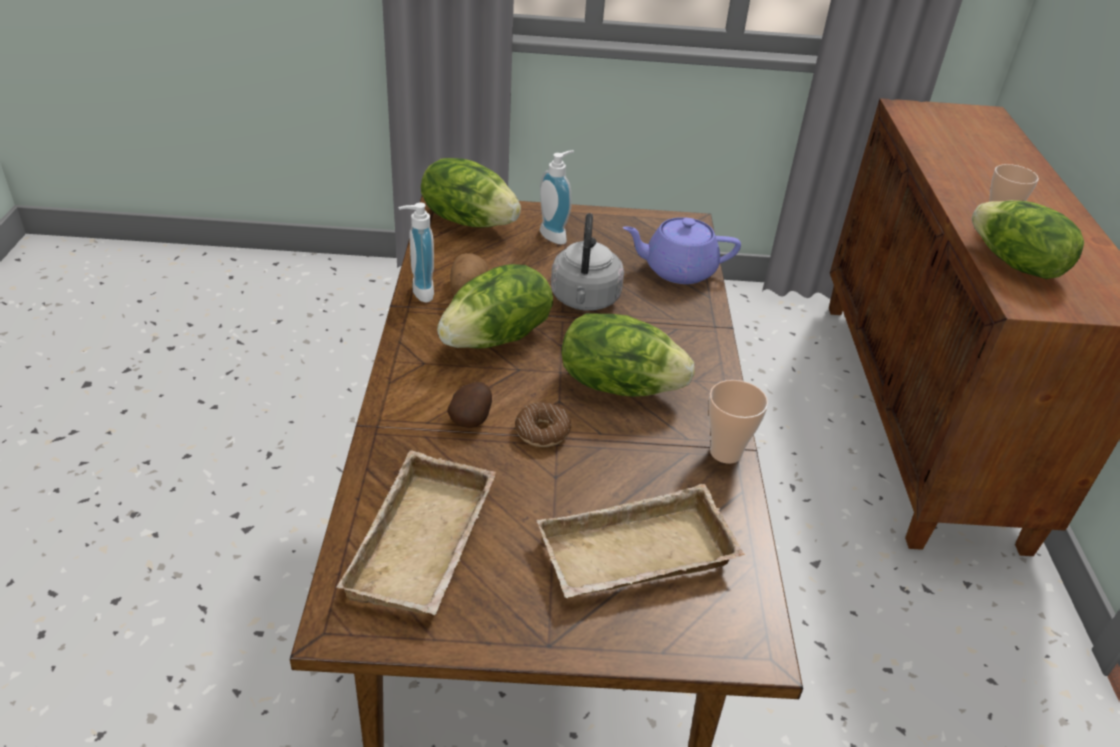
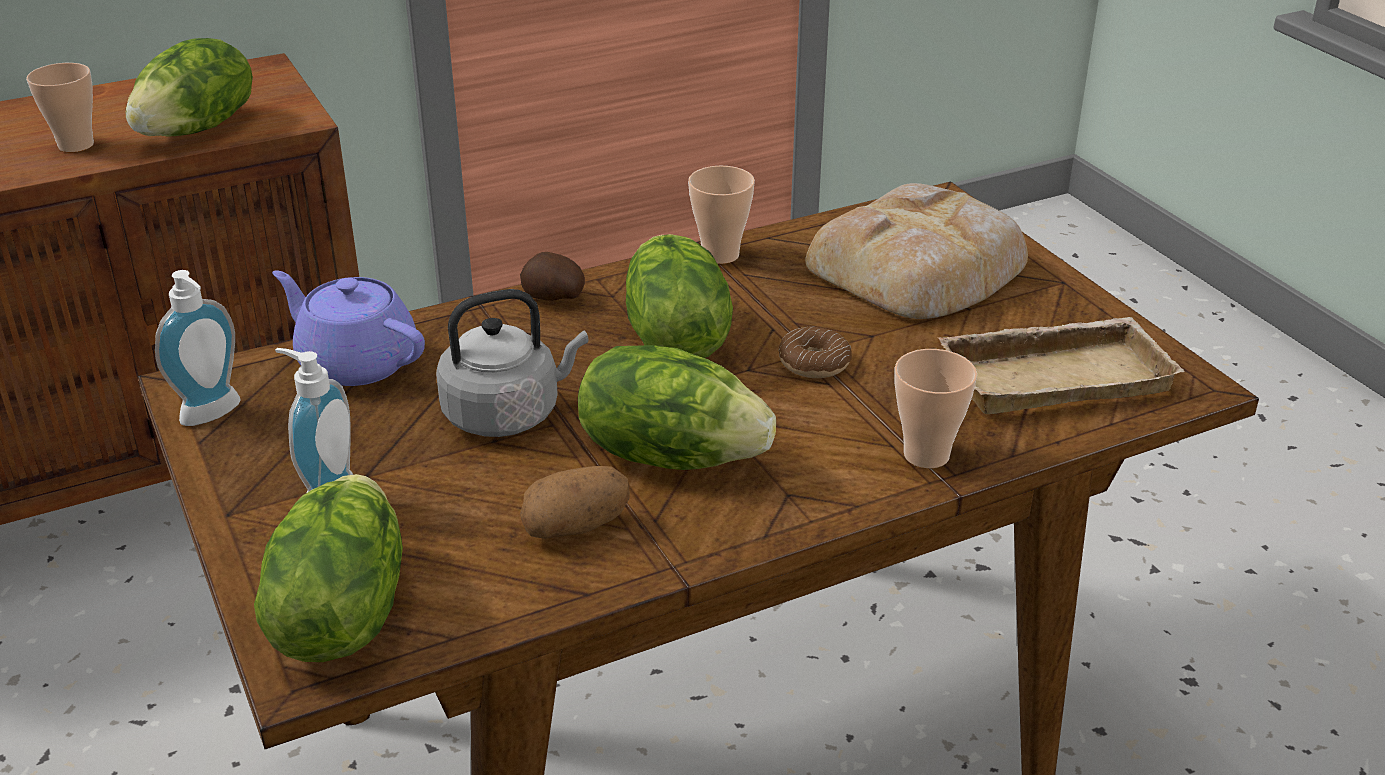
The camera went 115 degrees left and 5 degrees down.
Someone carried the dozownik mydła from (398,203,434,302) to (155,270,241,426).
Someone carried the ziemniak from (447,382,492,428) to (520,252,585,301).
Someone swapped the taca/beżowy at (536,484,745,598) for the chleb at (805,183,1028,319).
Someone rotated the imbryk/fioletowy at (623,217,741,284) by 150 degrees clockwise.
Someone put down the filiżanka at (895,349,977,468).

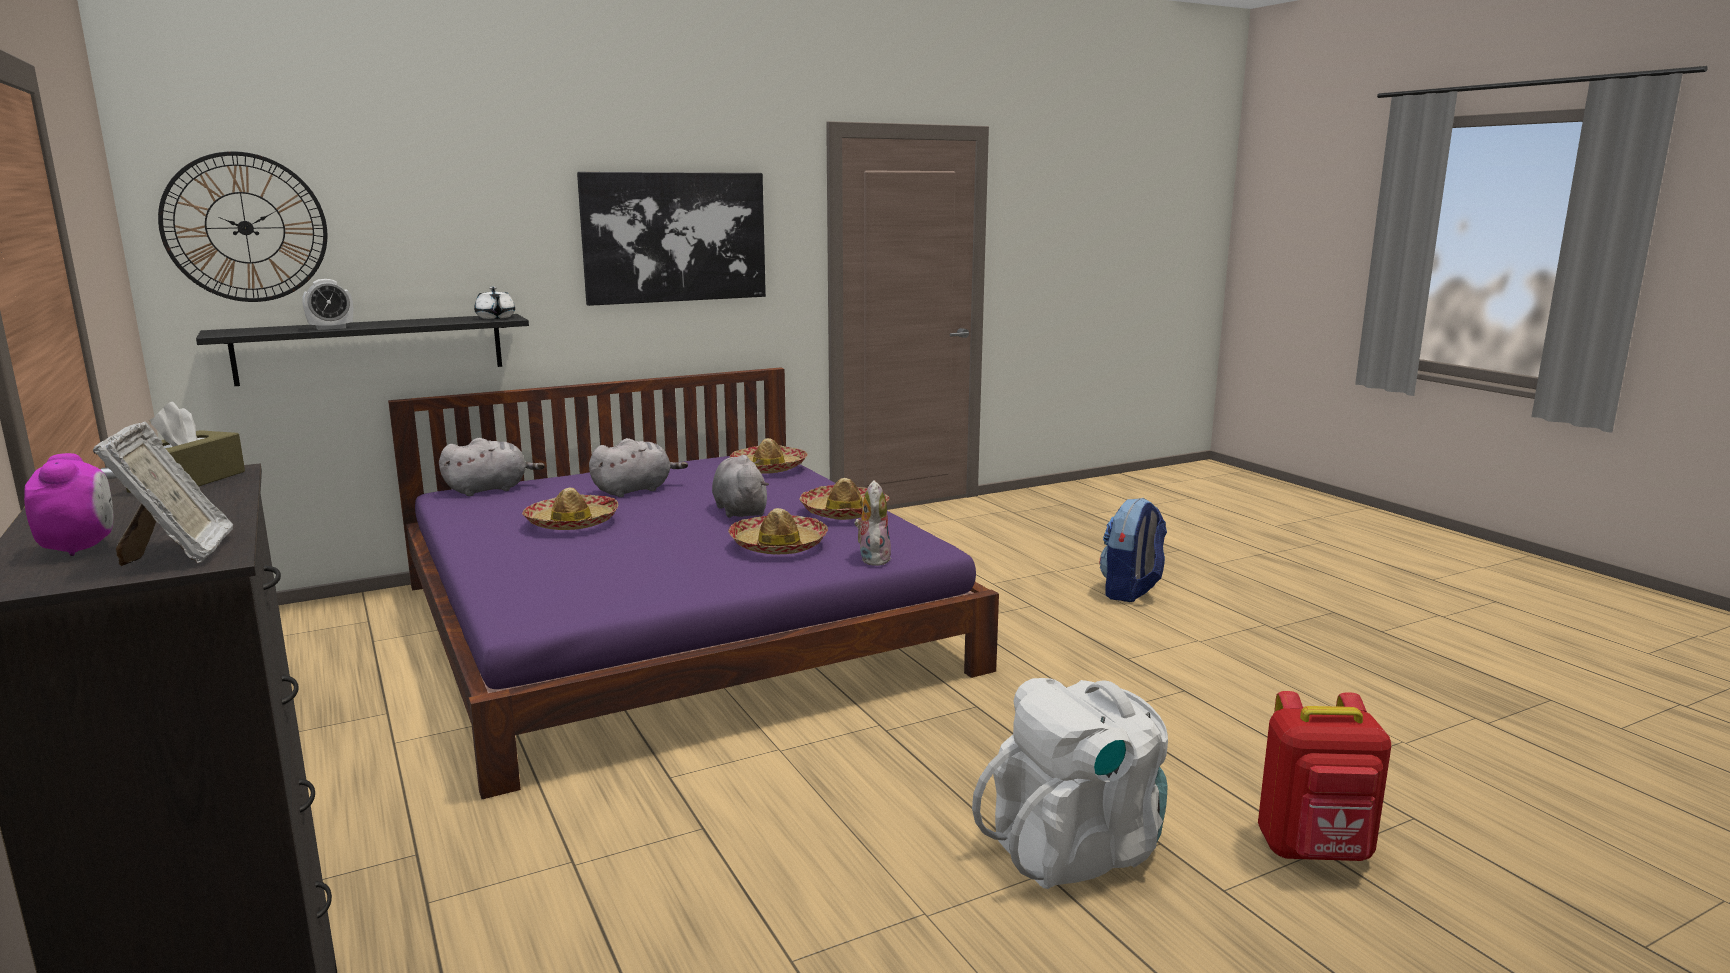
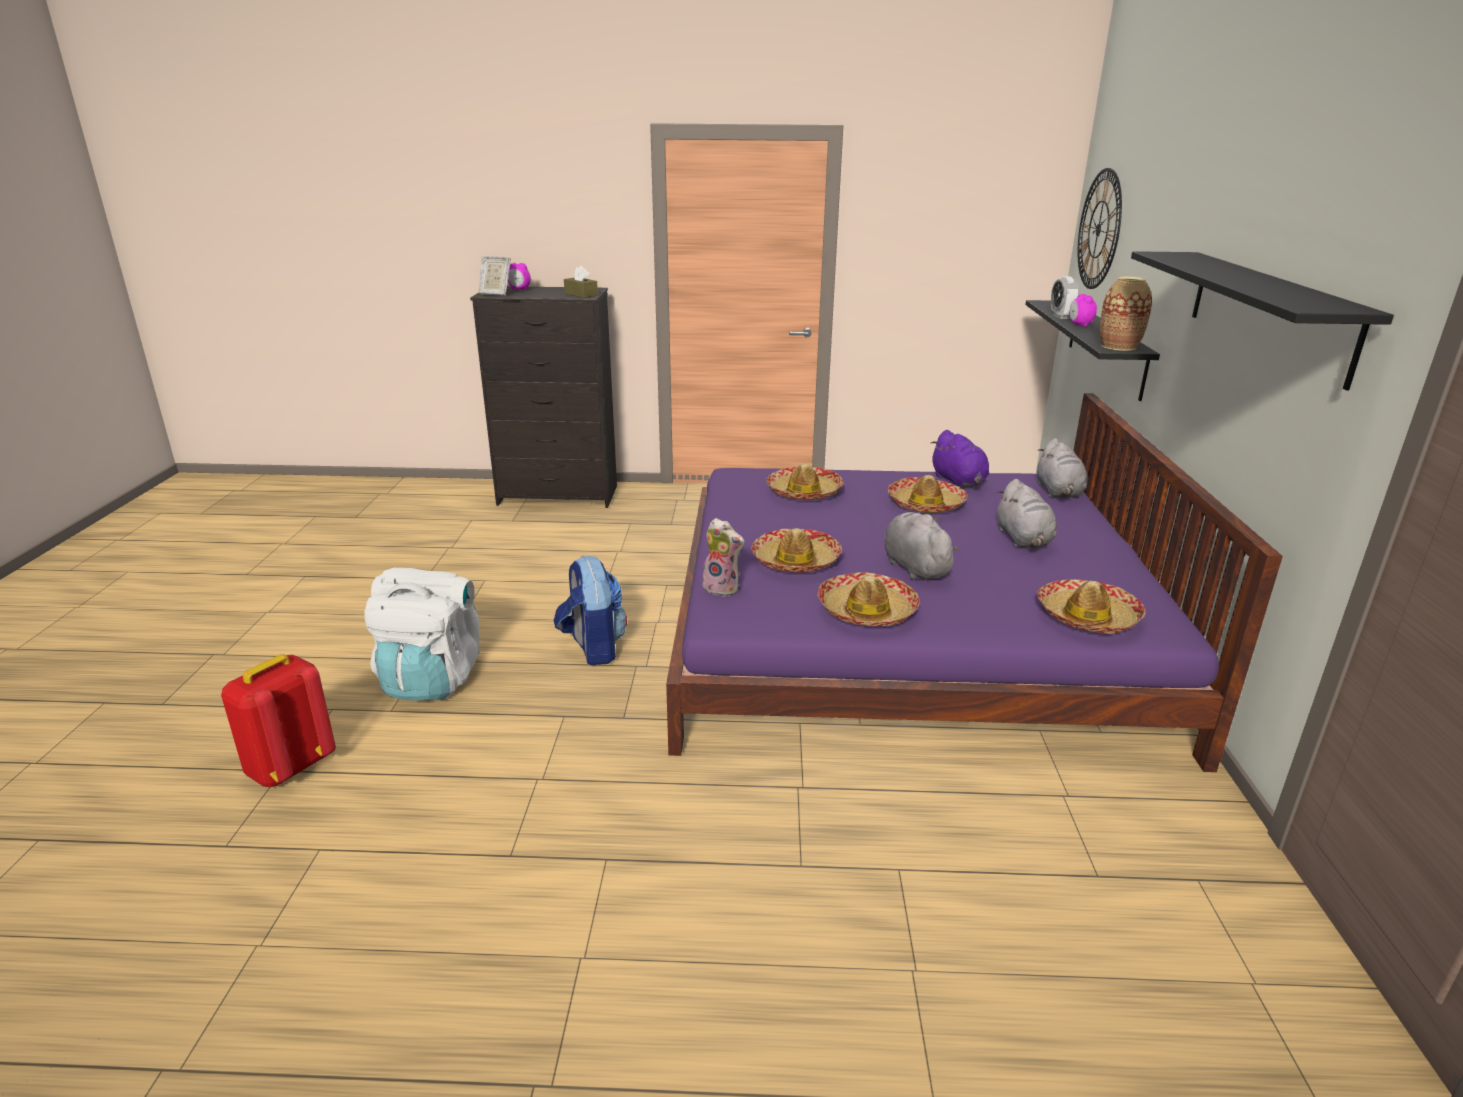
The camera went 120 degrees right and 10 degrees up.
Someone swapped the imbryk/biały at (474,287,515,319) for the wazon at (1100,276,1152,351).
Someone swapped the obraz at (577,172,766,306) for the półka/czarny at (1131,251,1394,390).
Someone rotated the pluszak/szary at (712,455,769,518) by 120 degrees counterclockwise.
Someone carried the plecak from (1100,498,1167,602) to (554,556,627,665).
Someone put down the kapelusz at (766,464,844,500).
Someone put down the pluszak/fioletowy at (930,430,989,487).
Someone put down the budzik at (1069,294,1097,327).

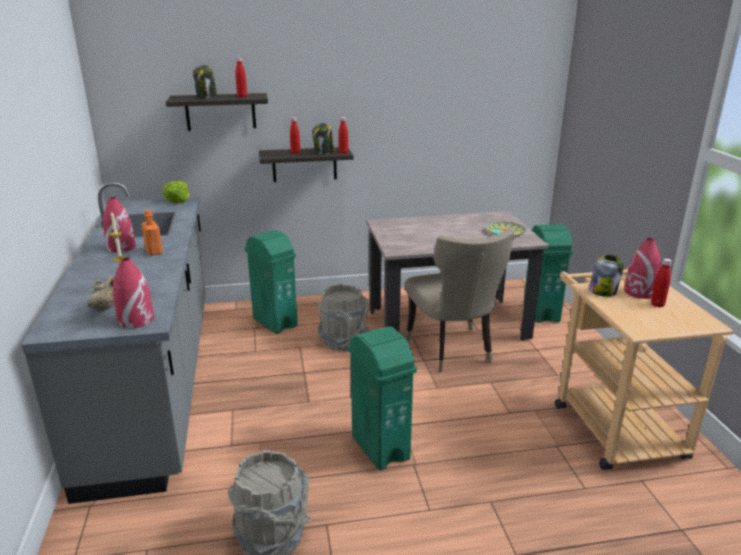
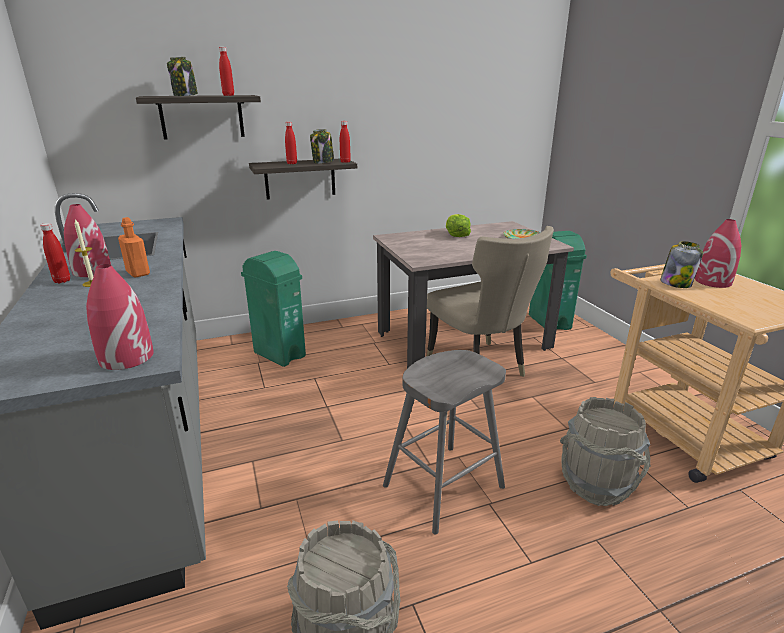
The camera went 10 degrees left and 0 degrees up.
Someone took away the imbryk/beżowy at (87,276,114,312).
Someone carried the sałata from (163,181,190,203) to (446,214,471,237).
Someone carried the wiadro/szary from (318,283,368,352) to (560,397,651,506).
Someone swapped the kosz na śmieci/zielony at (348,326,417,471) for the stołek/szary at (383,350,506,534).
Someone carried the butelka/czerwony from (651,259,672,307) to (40,223,70,283).

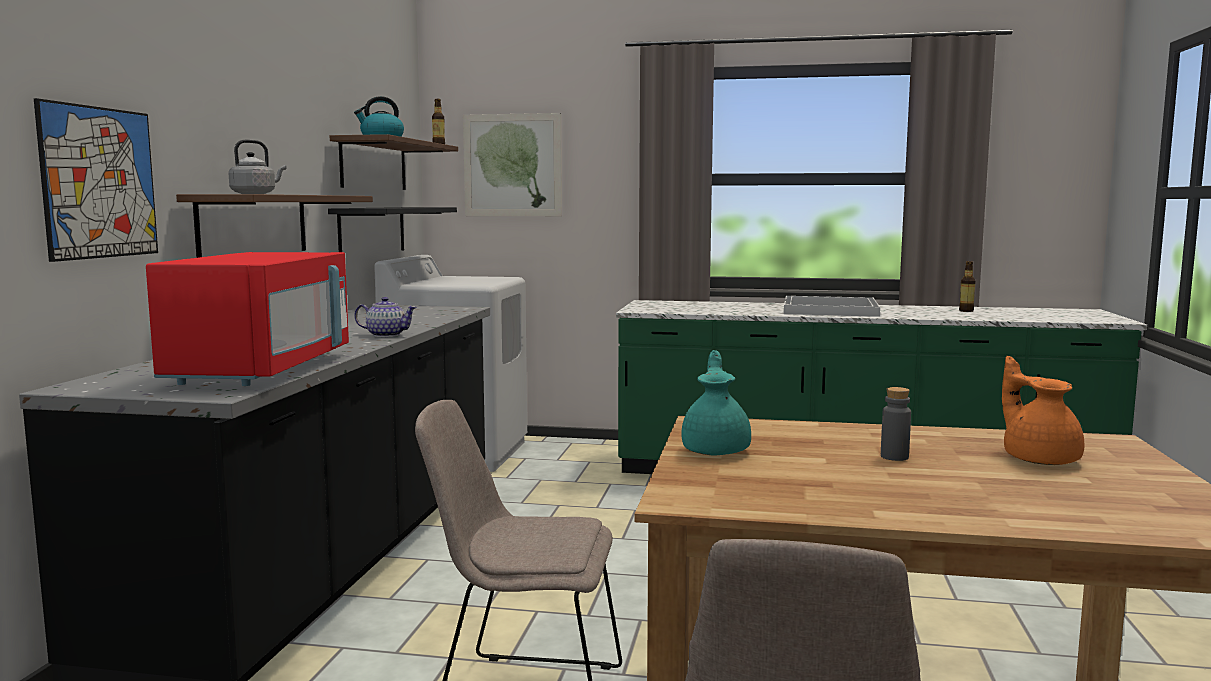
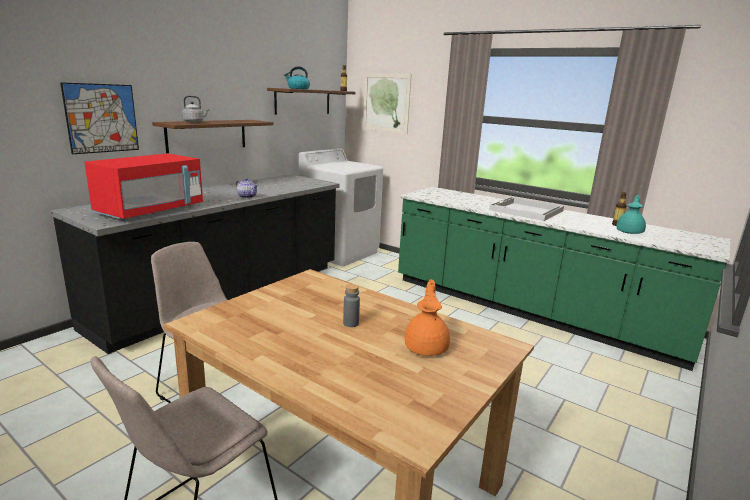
The camera went 25 degrees right and 10 degrees up.
Someone took away the półka/czarny at (328,207,457,252).
Someone carried the imbryk/turkusowy from (681,350,751,455) to (617,195,646,234).

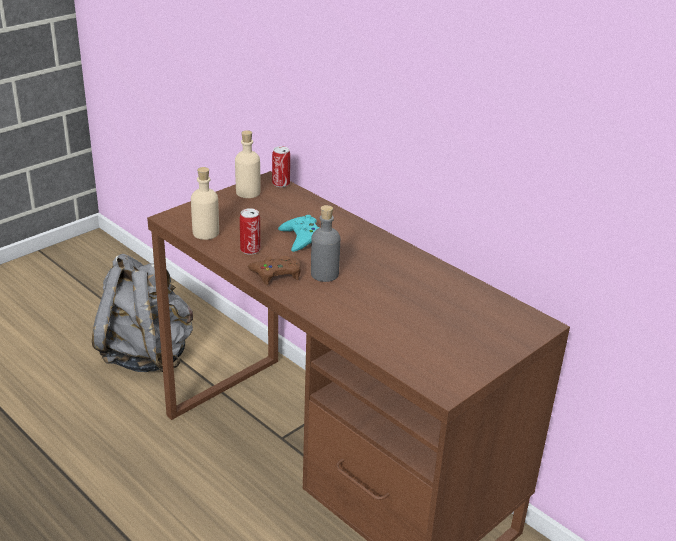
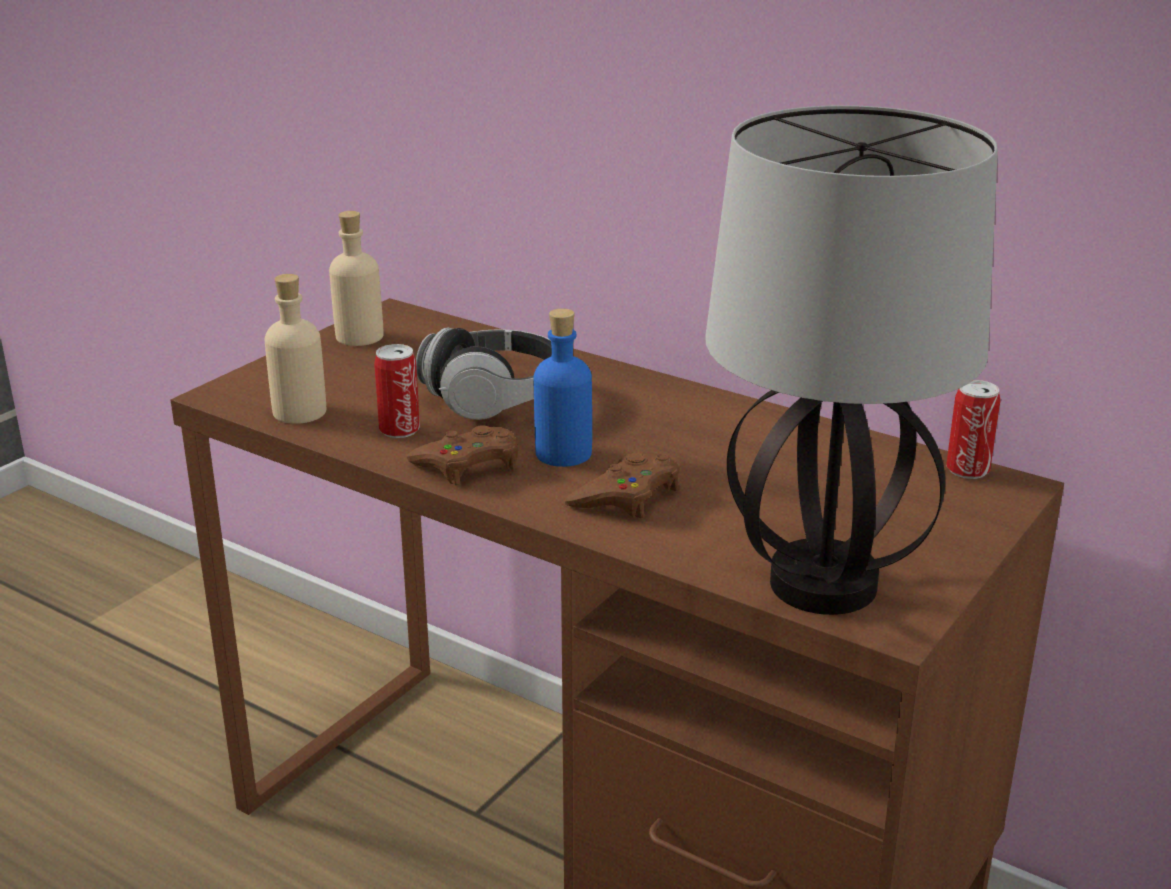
The camera went 10 degrees left and 5 degrees down.
Someone took away the plecak/szary at (92,254,193,372).
Someone carried the puszka from (272,146,290,187) to (946,380,1000,479).
Someone swapped the pad do gier/turkusowy at (278,215,319,252) for the słuchawki at (416,327,552,420).
Someone repainted the butelka/szary at (311,205,340,282), which became the butelka/niebieski at (534,308,592,467).
Someone put down the pad do gier/brązowy at (565,452,680,518).
Someone put down the lampa stołowa at (705,105,998,615).

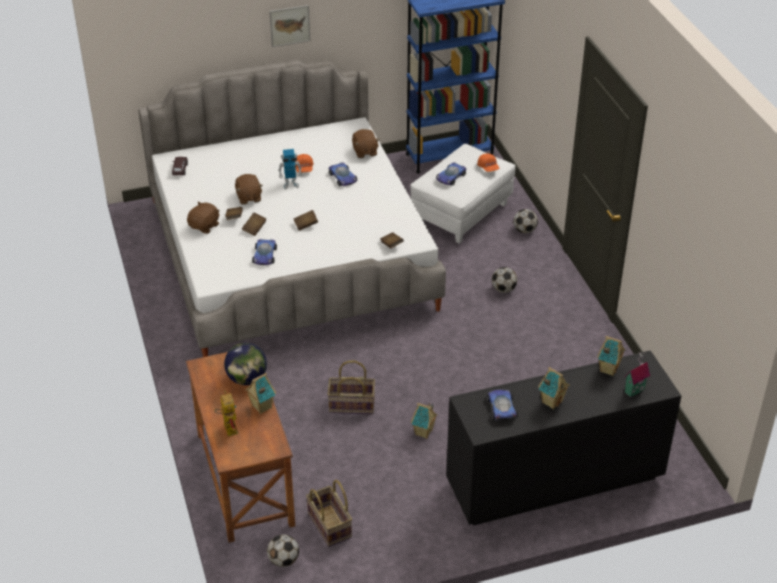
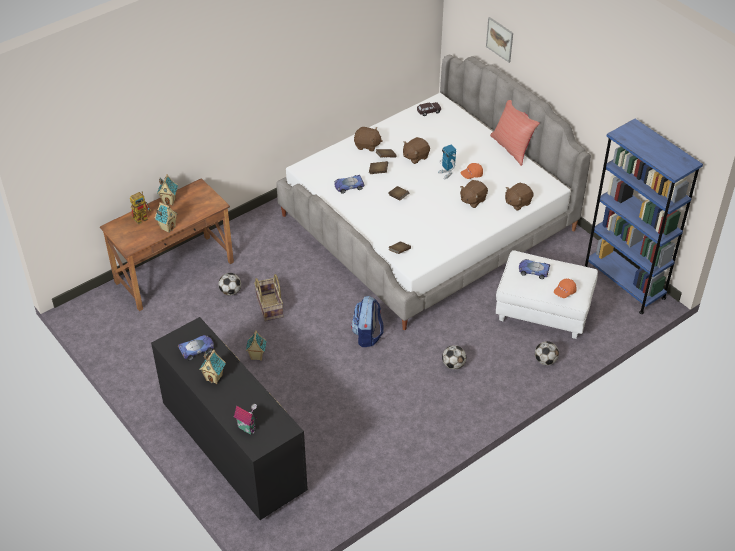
The camera went 70 degrees right and 5 degrees up.
Someone took away the globus at (224,343,267,385).
Someone carried the piłka futbolowa from (267,535,299,567) to (219,273,241,296).
Someone carried the obraz from (269,5,310,47) to (486,17,513,63).
Someone took away the koszyk at (306,480,352,547).
Someone swapped the samochodzik at (329,162,357,186) for the pluszak/brązowy at (460,180,488,208).
Someone carried the domek from (597,336,626,376) to (157,174,178,205).
Someone put down the plecak at (351,296,384,347).
Someone put down the poduszka/czerwony at (490,100,540,166).

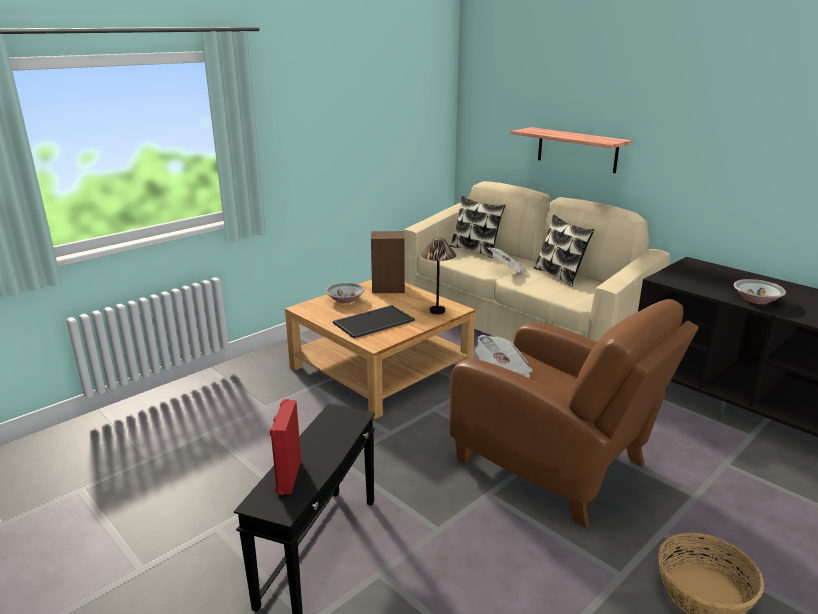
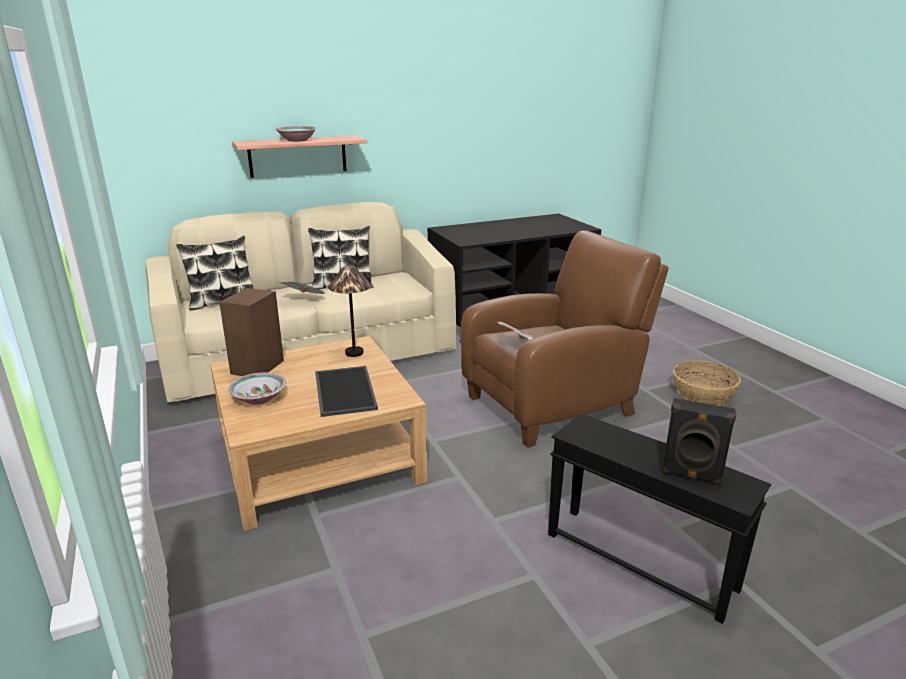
The camera went 70 degrees left and 0 degrees up.
Someone repainted the głośnik/czerwony at (270,399,301,495), which became the głośnik/czarny at (661,398,736,485).
Someone carried the miska from (734,279,786,304) to (275,126,317,142).

